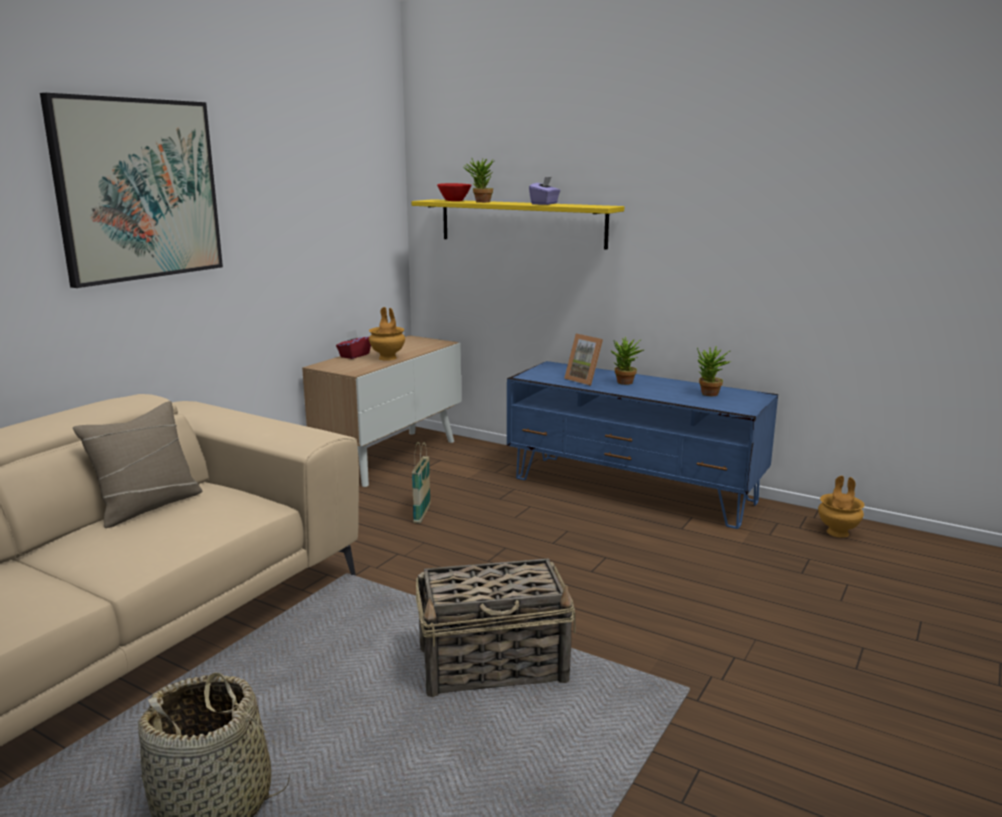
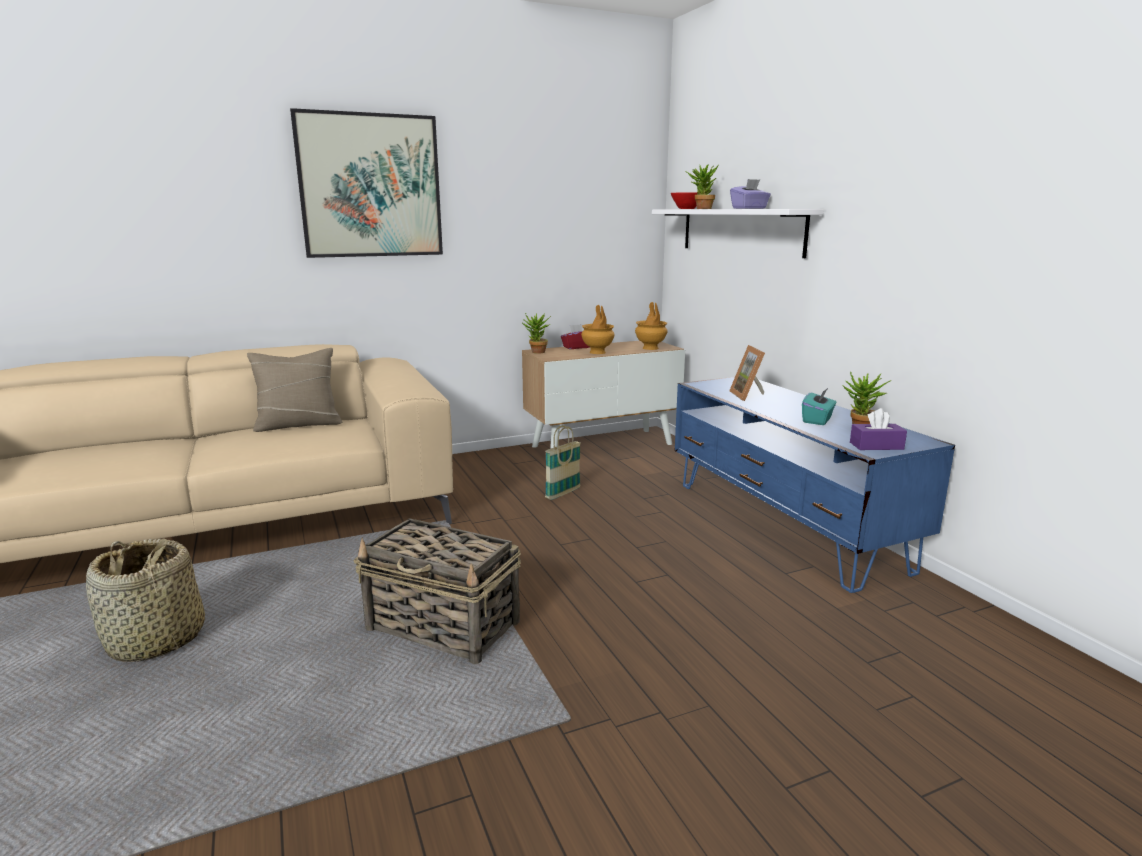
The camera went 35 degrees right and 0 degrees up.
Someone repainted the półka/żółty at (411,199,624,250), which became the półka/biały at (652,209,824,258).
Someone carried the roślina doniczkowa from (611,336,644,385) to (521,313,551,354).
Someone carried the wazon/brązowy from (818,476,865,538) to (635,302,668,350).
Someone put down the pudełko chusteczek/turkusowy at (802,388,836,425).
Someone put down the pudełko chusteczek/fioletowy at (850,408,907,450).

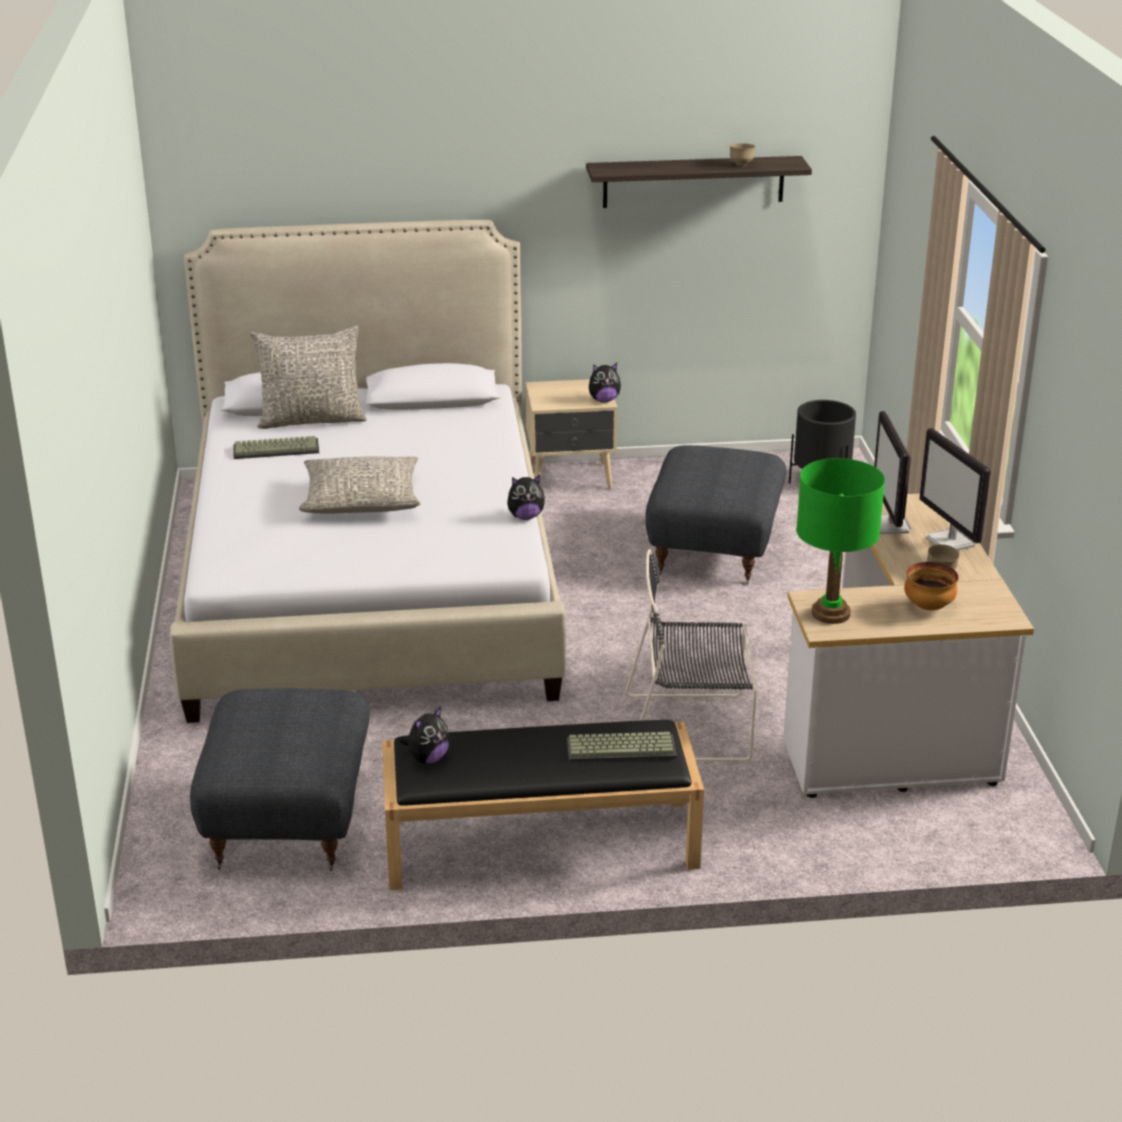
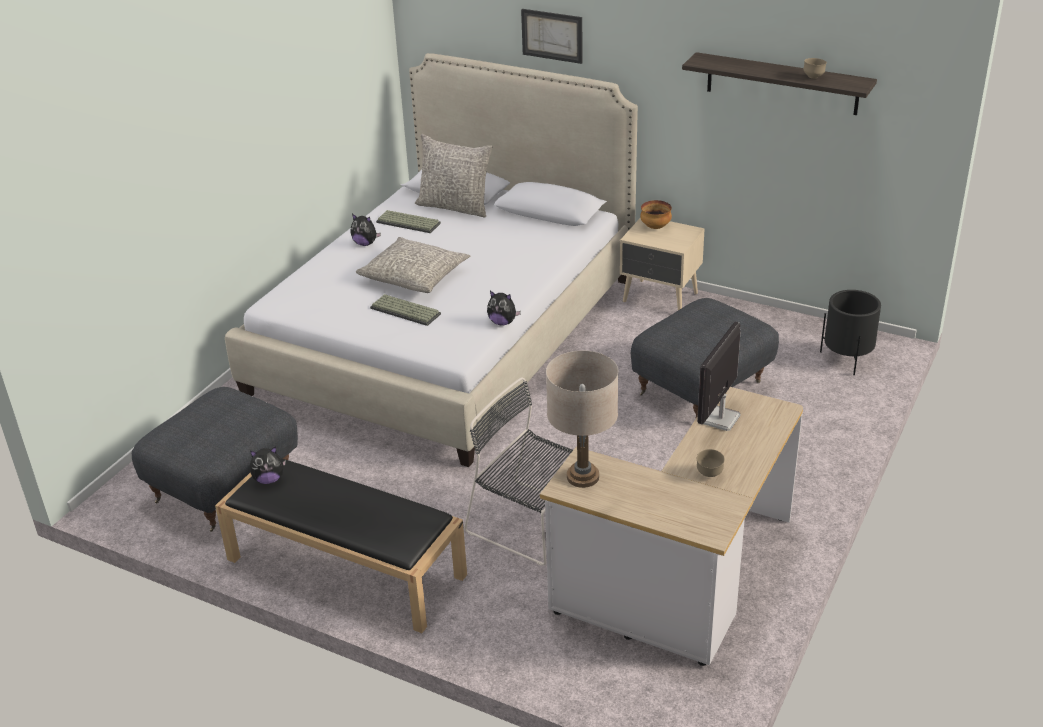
The camera went 35 degrees right and 5 degrees up.
Someone carried the klawiatura from (567,732,677,762) to (370,294,441,326).
Someone carried the pluszak from (589,363,621,402) to (351,214,381,246).
Someone repainted the lampa stołowa/zielony at (796,458,885,624), which became the lampa stołowa/beżowy at (546,351,618,488).
Someone carried the miska from (904,562,958,610) to (640,200,672,229).
Someone took away the monitor at (919,428,991,550).
Someone put up the obraz at (521,9,583,64).

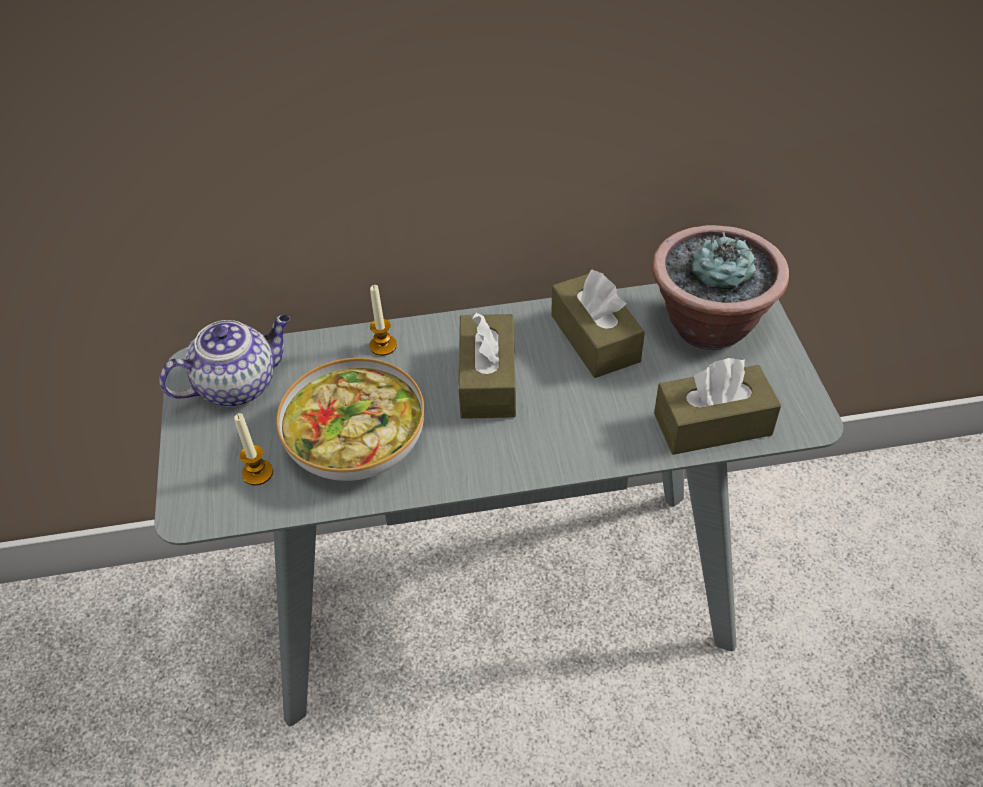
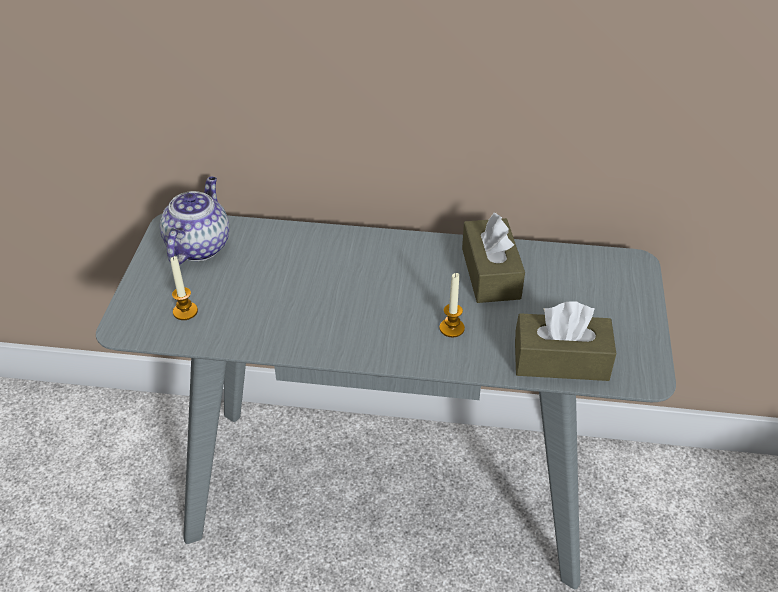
The camera went 15 degrees right and 5 degrees down.
Someone rotated the imbryk at (159,315,290,407) by 60 degrees counterclockwise.
Someone took away the miska at (276,358,424,481).
Someone carried the świeca from (369,285,397,356) to (439,273,465,337).
Someone took away the pudełko chusteczek/brązowy at (458,312,516,419).
Someone took away the roślina doniczkowa at (652,225,789,350).

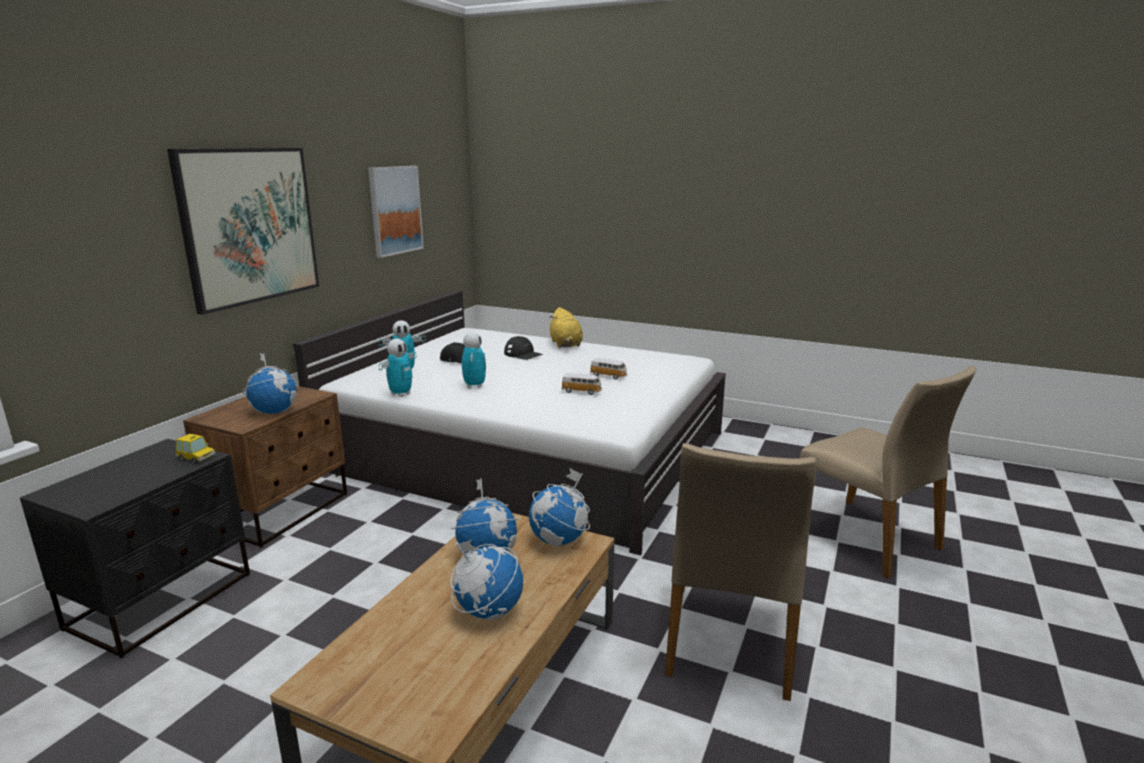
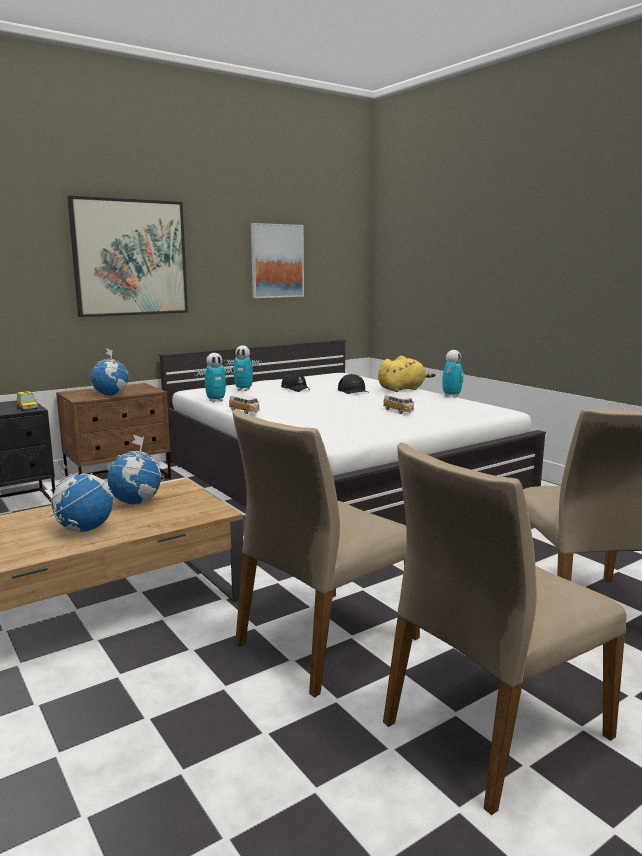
The camera went 30 degrees right and 5 degrees down.
Someone carried the robot zabawkowy from (462,332,486,388) to (442,350,463,398).
Someone took away the globus at (529,468,590,547).
Someone rotated the pluszak/żółty at (549,307,583,348) by 135 degrees counterclockwise.
Someone carried the samochodzik from (561,373,602,395) to (229,394,260,414).
Someone put down the krzesło/beżowy at (383,442,627,815).

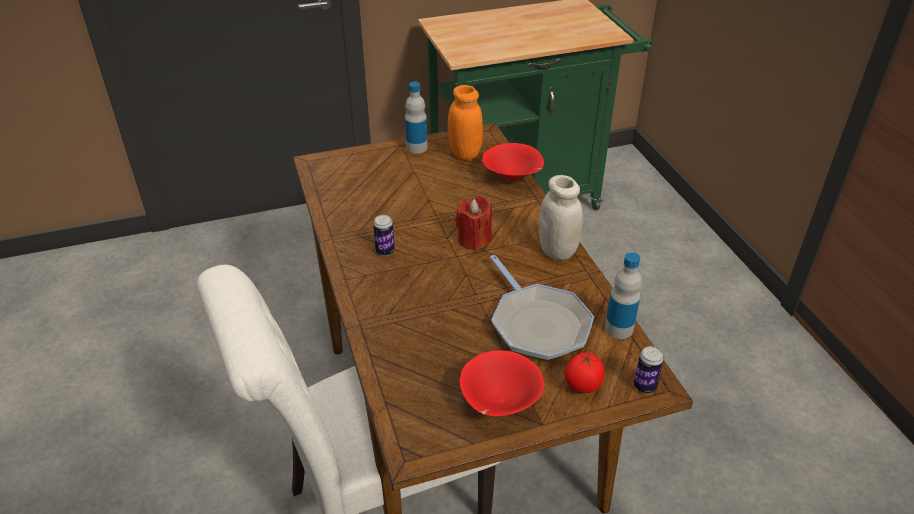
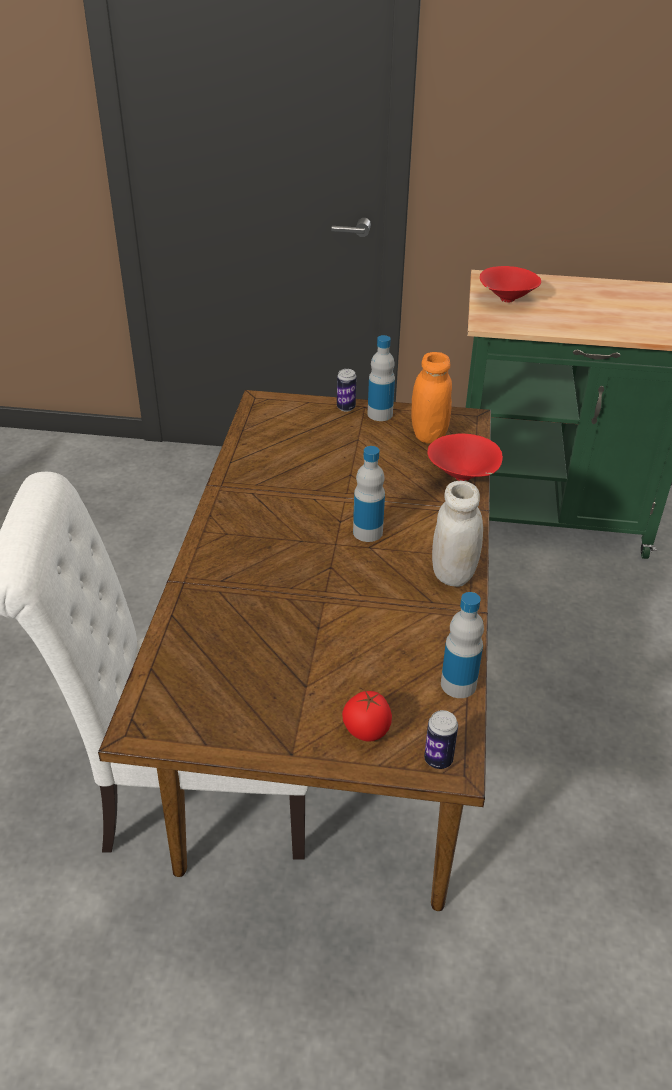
The camera went 25 degrees right and 0 degrees up.
Someone carried the puszka from (373,215,395,256) to (337,369,356,412).
Someone swapped the świeca/czerwony at (455,196,492,251) for the butelka at (353,446,385,542).
Someone carried the miska/czerwony from (460,350,545,416) to (480,266,541,303).
Someone took away the patelnia at (490,255,594,361).

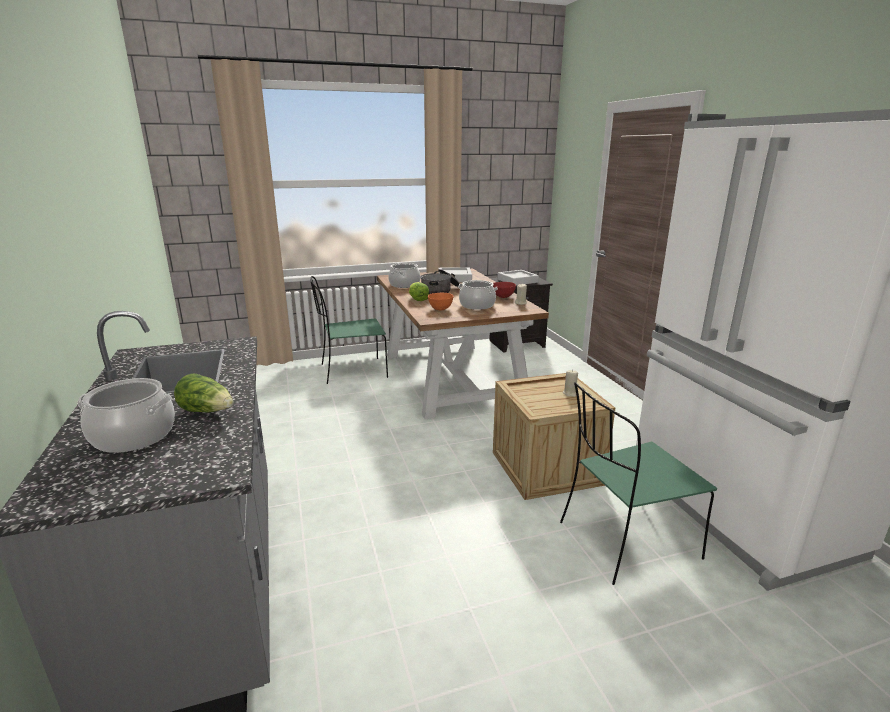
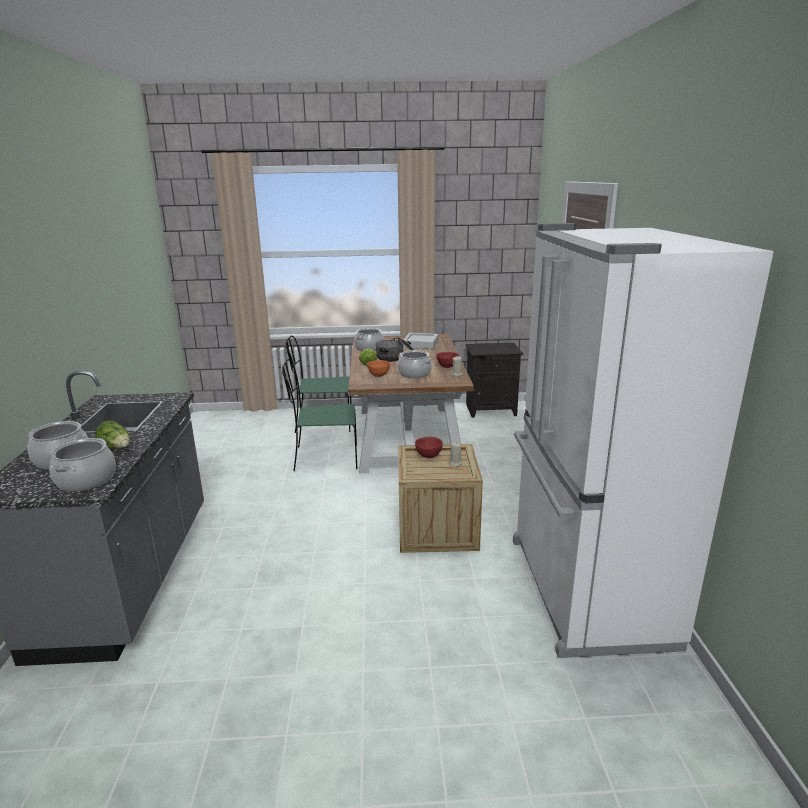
The camera went 15 degrees right and 0 degrees up.
Someone took away the taca/szary at (497,270,539,285).
Someone carried the krzesło/zielony from (560,382,717,585) to (282,359,357,471).
Someone put down the garnek at (50,438,116,492).
Someone put down the miska/czerwony at (415,437,443,458).

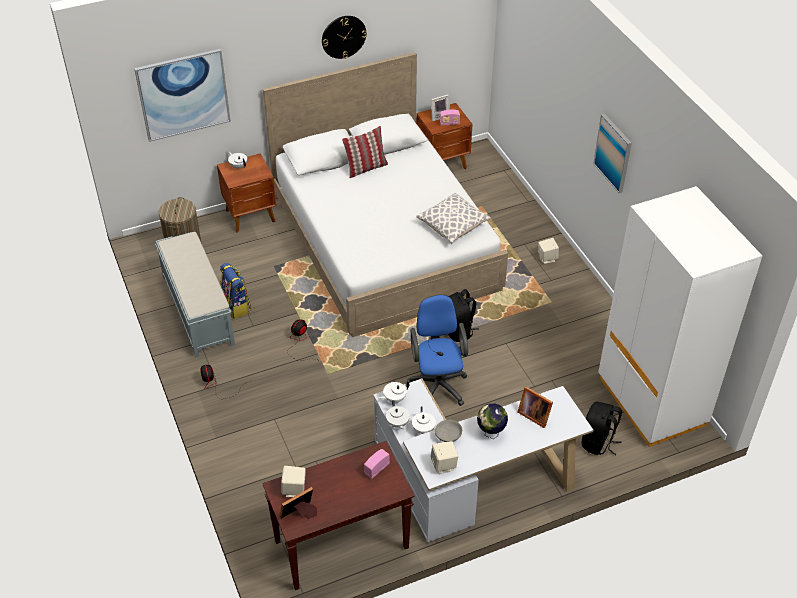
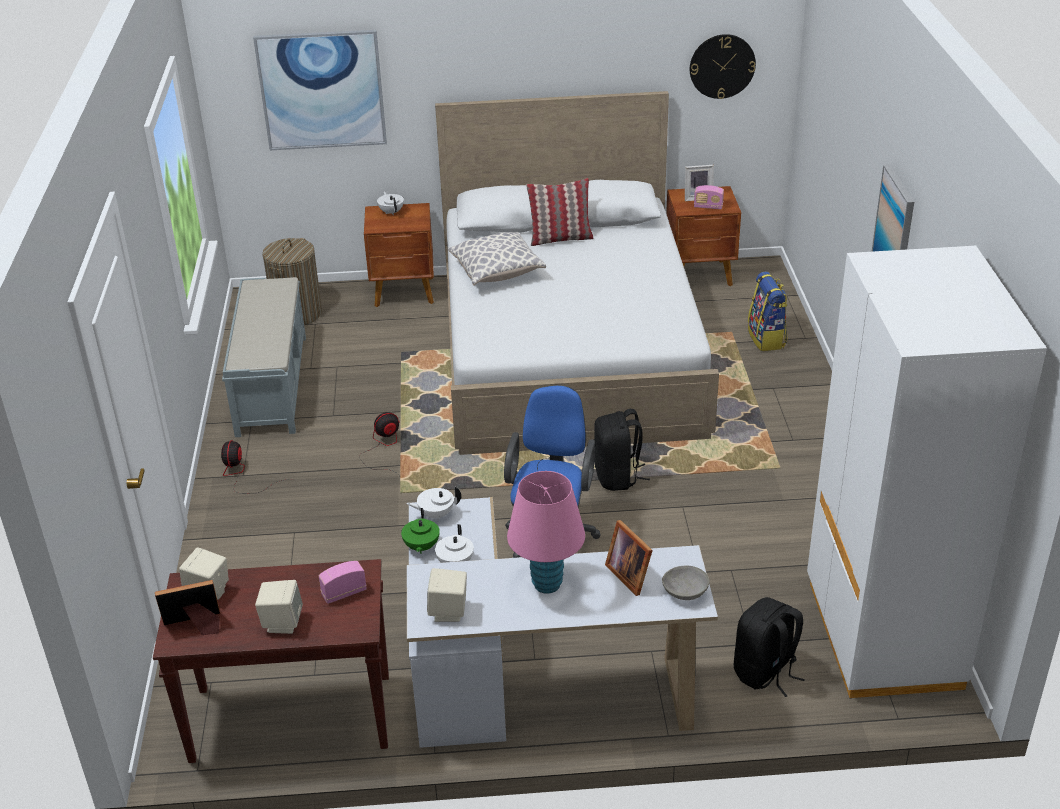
The camera went 20 degrees right and 10 degrees down.
Someone carried the plecak from (220,263,251,319) to (748,272,788,351).
Someone carried the zegar ścienny from (322,16,367,59) to (690,34,756,99).
Someone repainted the imbryk/biały at (386,400,410,430), which became the imbryk/zielony at (401,508,440,554).
Someone carried the poduszka from (416,193,491,244) to (448,232,546,286).
Someone carried the miska/szary from (435,420,462,442) to (662,566,710,600).
Someone swapped the globus at (477,404,508,439) for the lampa stołowa/różowy at (507,471,585,594).
Someone carried the głośnik/beżowy from (538,238,559,264) to (255,580,303,634).

